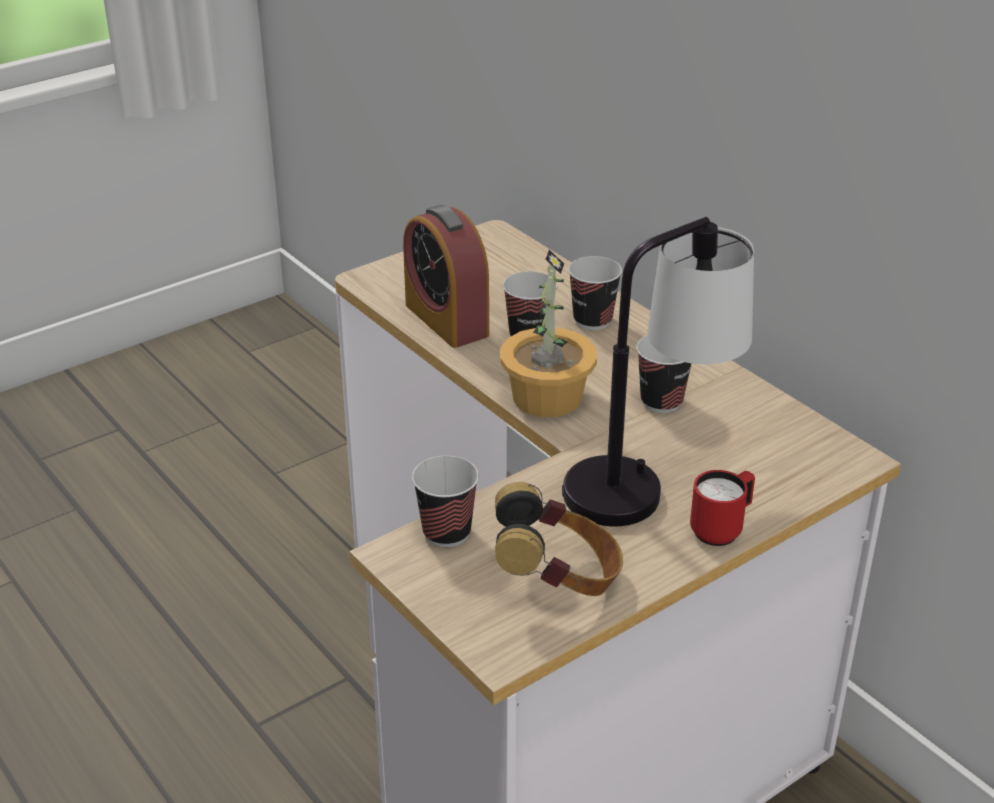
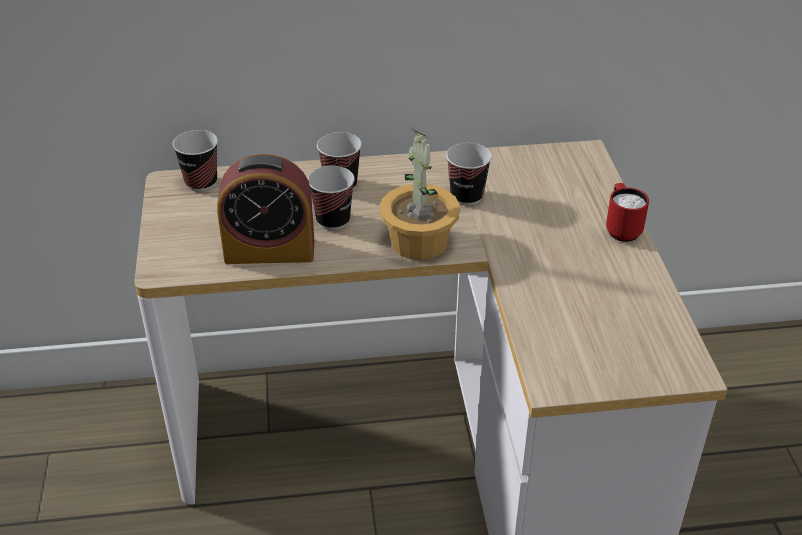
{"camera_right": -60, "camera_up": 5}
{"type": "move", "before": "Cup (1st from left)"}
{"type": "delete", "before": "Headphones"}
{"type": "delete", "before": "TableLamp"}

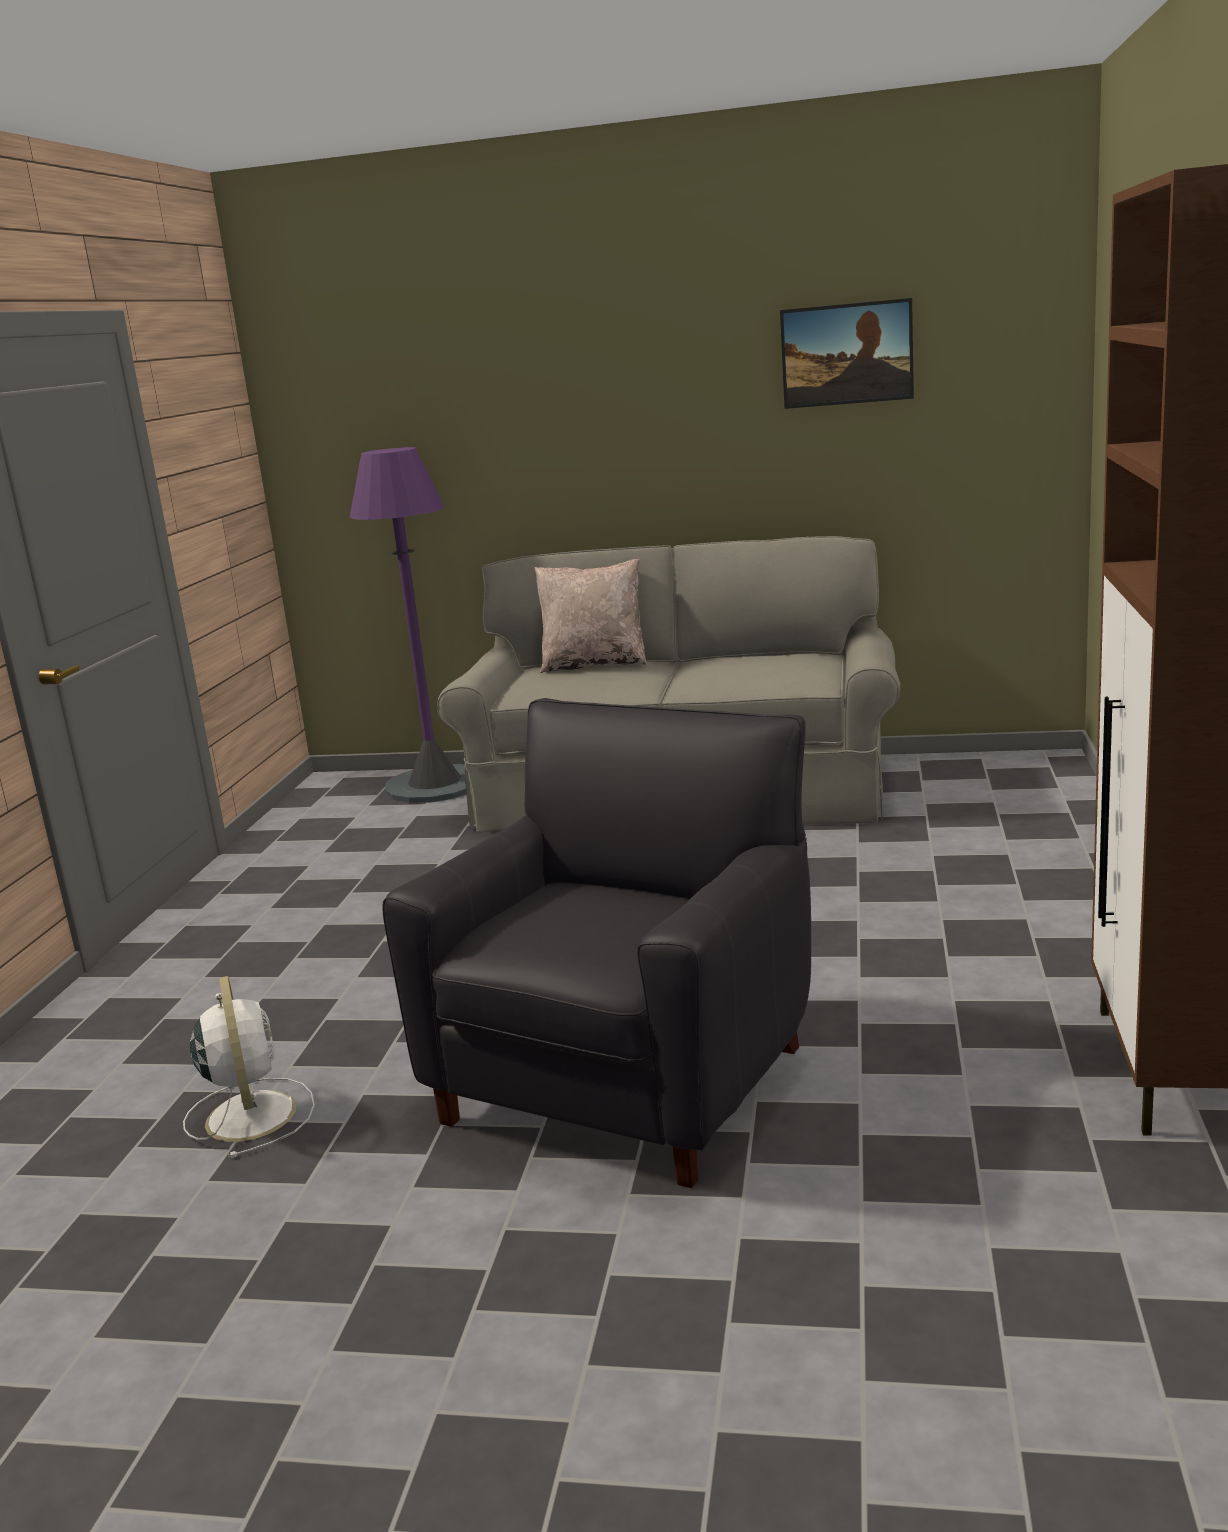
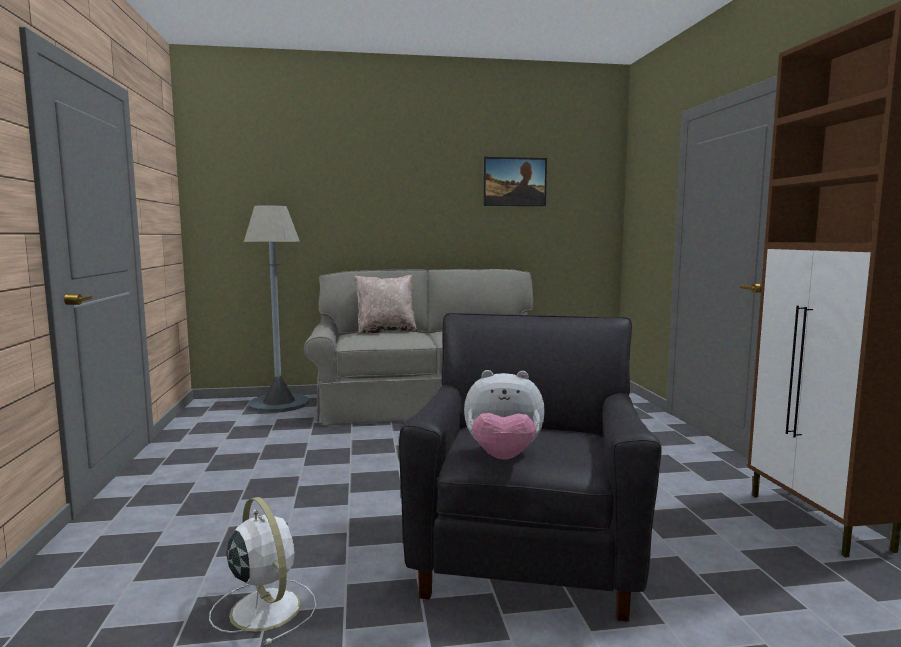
{"camera_right": -20, "camera_up": -10}
{"type": "recolor", "before": "PurpleFloorLamp", "after": "GreyFloorLamp"}
{"type": "insert", "after": "PlushToy"}

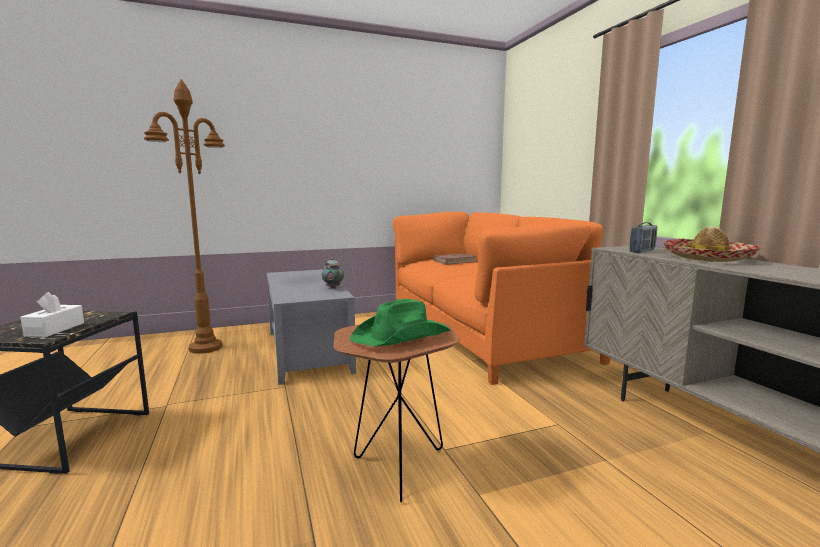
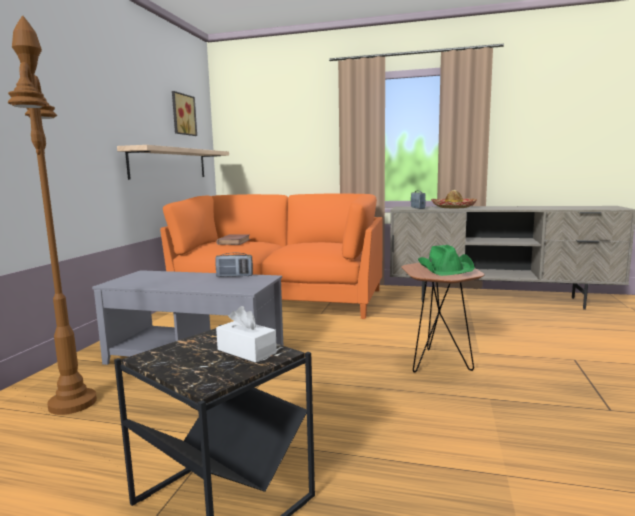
{"camera_right": -55, "camera_up": 0}
{"type": "insert", "after": "Shelf"}
{"type": "insert", "after": "Picture"}
{"type": "replace", "before": "Teapot", "after": "Radio (1st from left)"}

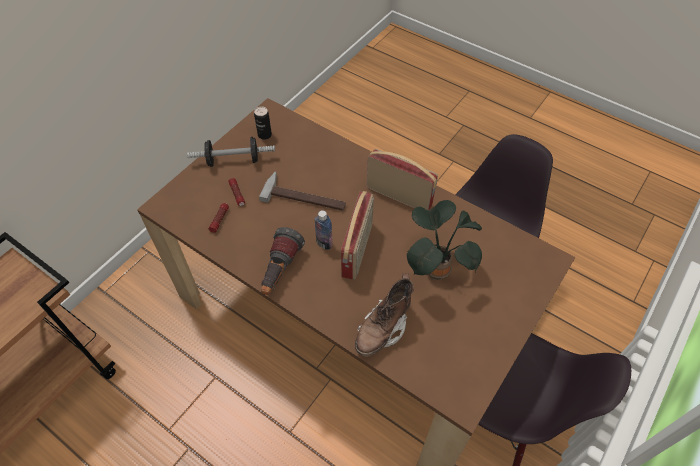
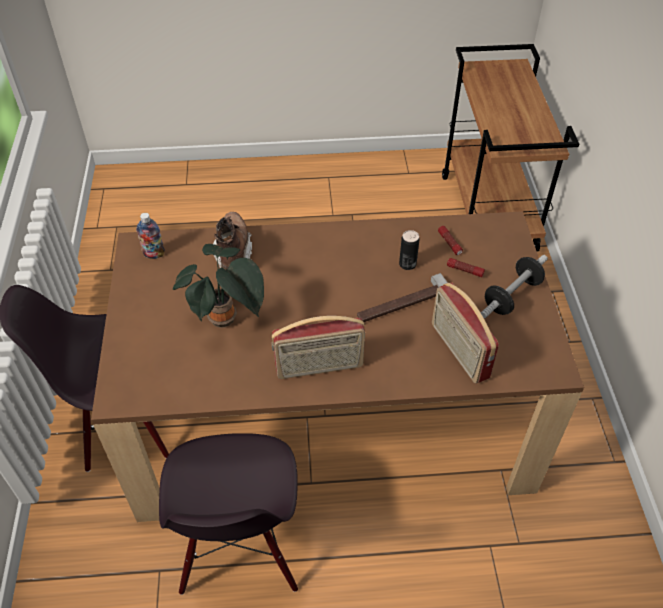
{"camera_right": 140, "camera_up": -5}
{"type": "move", "before": "Bottle"}
{"type": "move", "before": "Can"}
{"type": "move", "before": "Radio (1st from left in the first image)", "after": "Radio (2nd from left)"}
{"type": "delete", "before": "Flashlight (3rd from left)"}

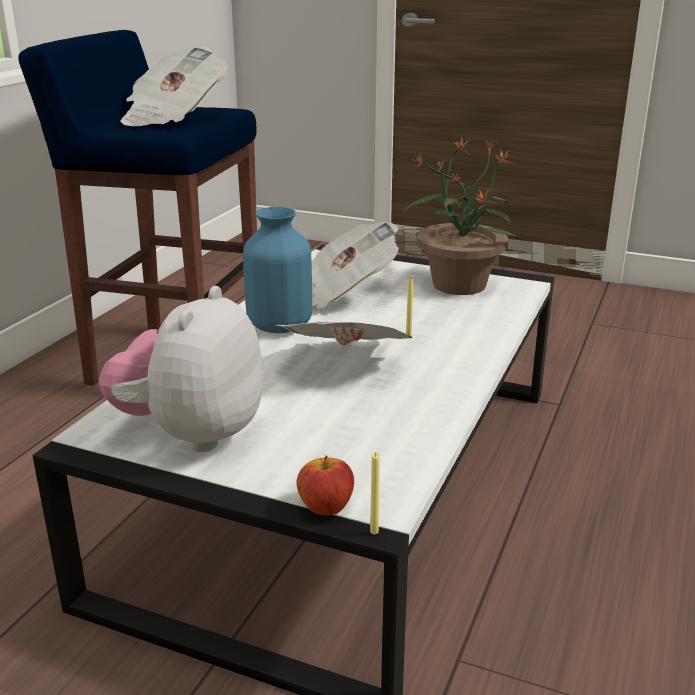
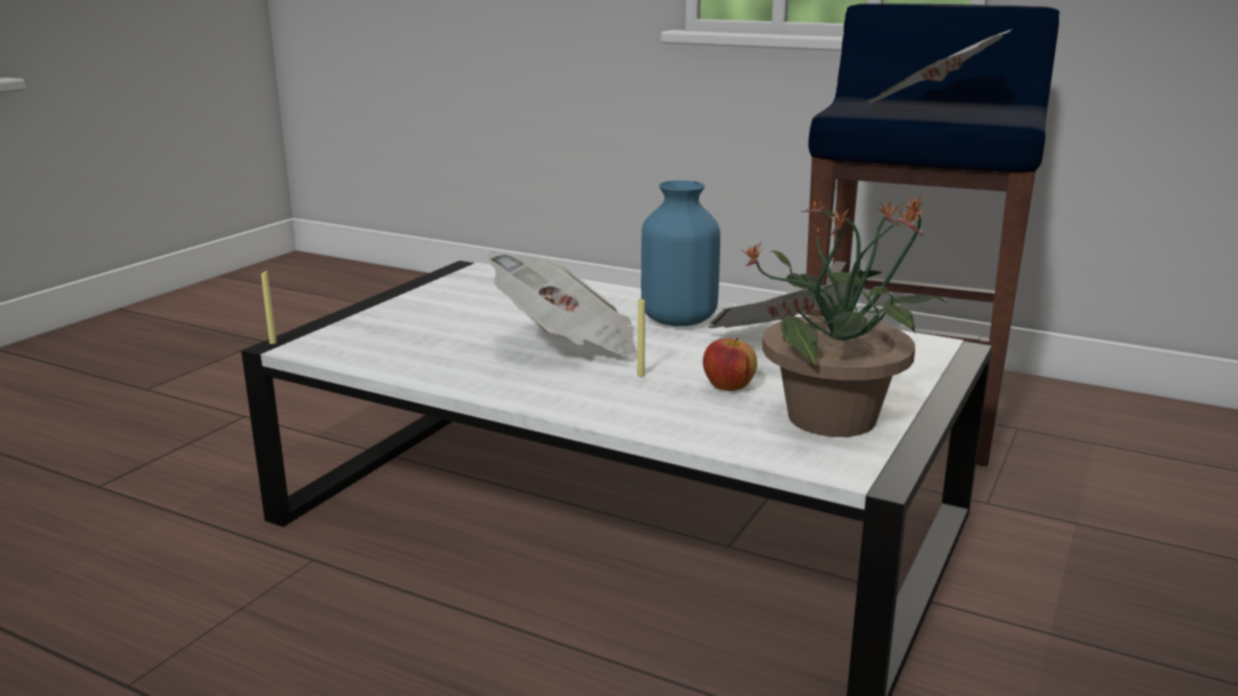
{"camera_right": 95, "camera_up": -5}
{"type": "move", "before": "Apple"}
{"type": "delete", "before": "PlushToy"}

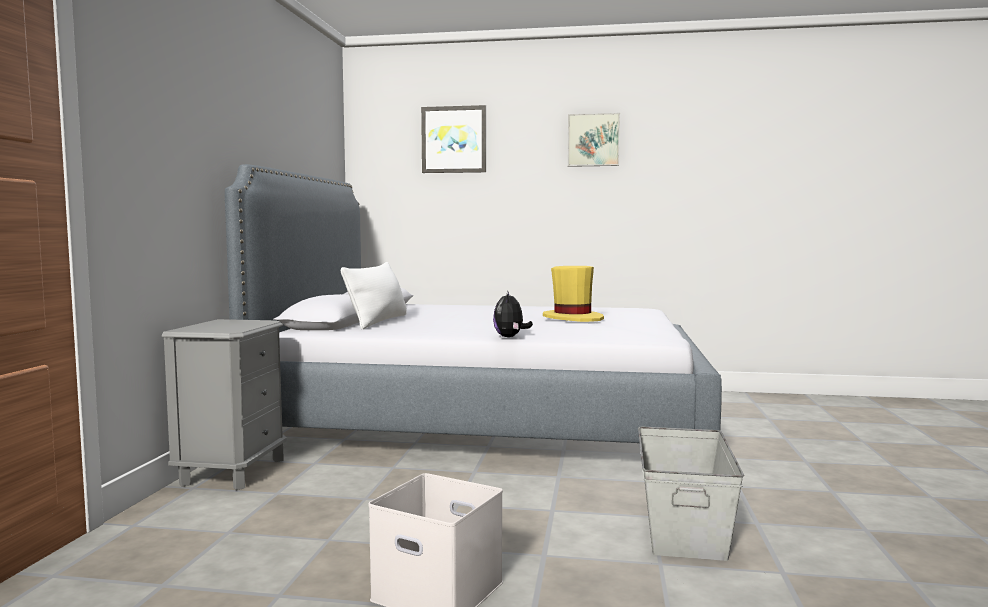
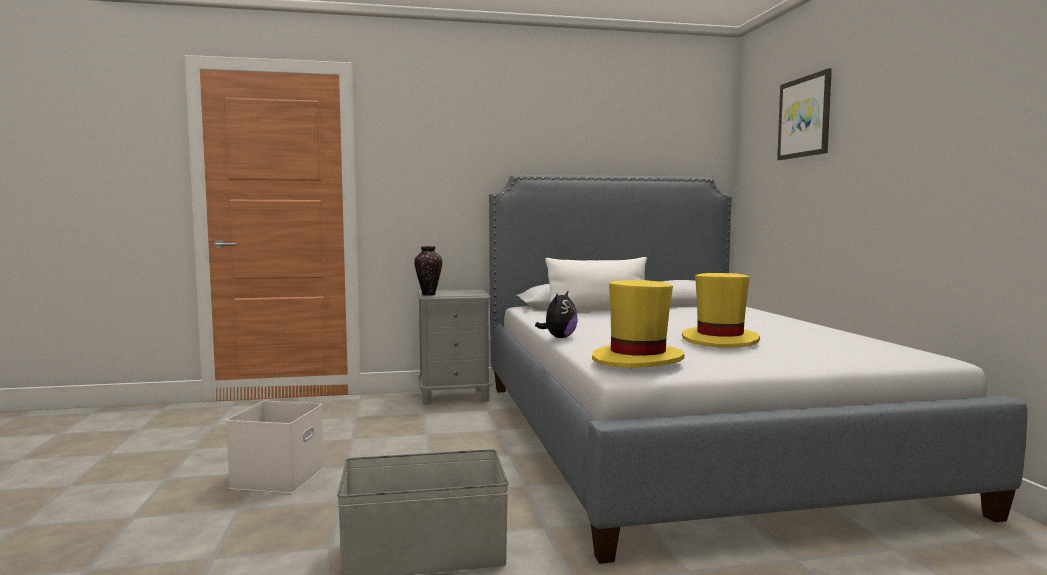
{"camera_right": 70, "camera_up": 0}
{"type": "insert", "after": "Vase"}
{"type": "rotate", "before": "PlushToy", "turn": 135}
{"type": "insert", "after": "YellowHat (1st from left)"}
{"type": "delete", "before": "Picture (2nd from left)"}

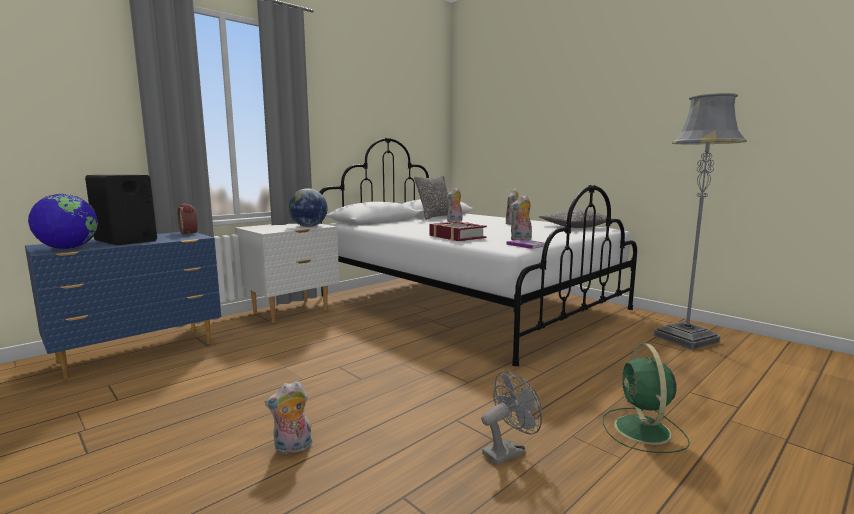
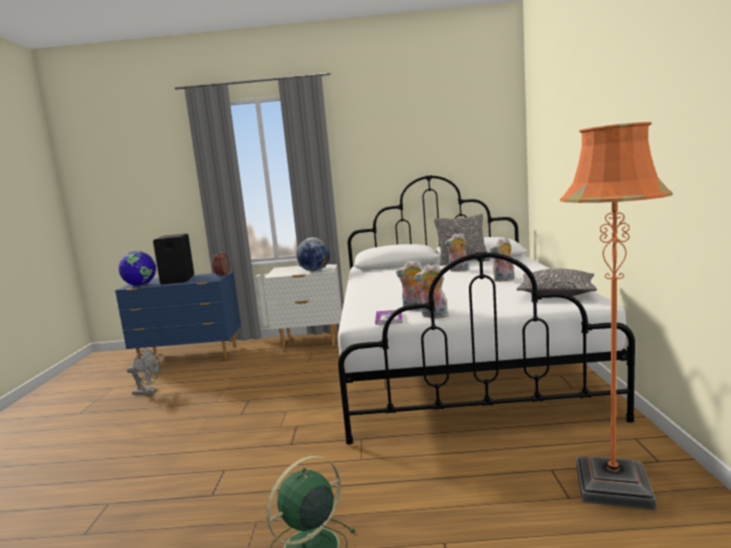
{"camera_right": 45, "camera_up": 0}
{"type": "move", "before": "GreyFan"}
{"type": "move", "before": "PlushToy (1st from left in the first image)", "after": "PlushToy (2nd from left)"}
{"type": "recolor", "before": "GreyFloorLamp", "after": "OrangeFloorLamp"}
{"type": "delete", "before": "Book (1st from left)"}

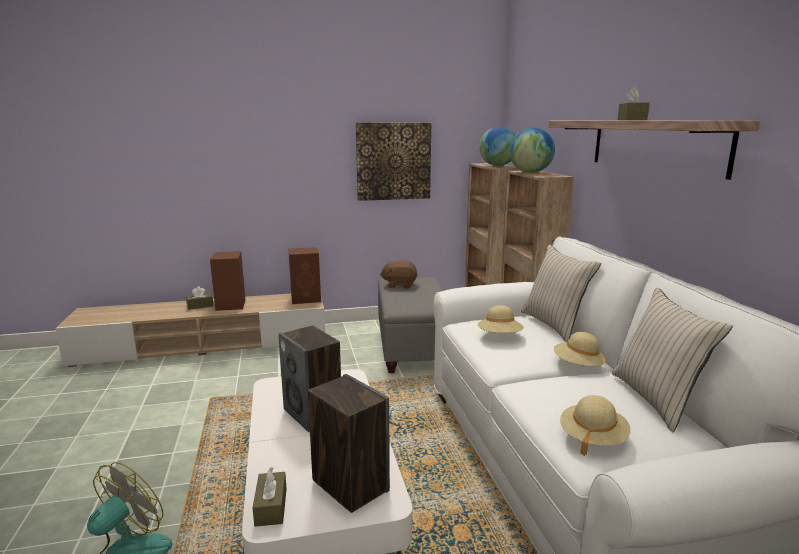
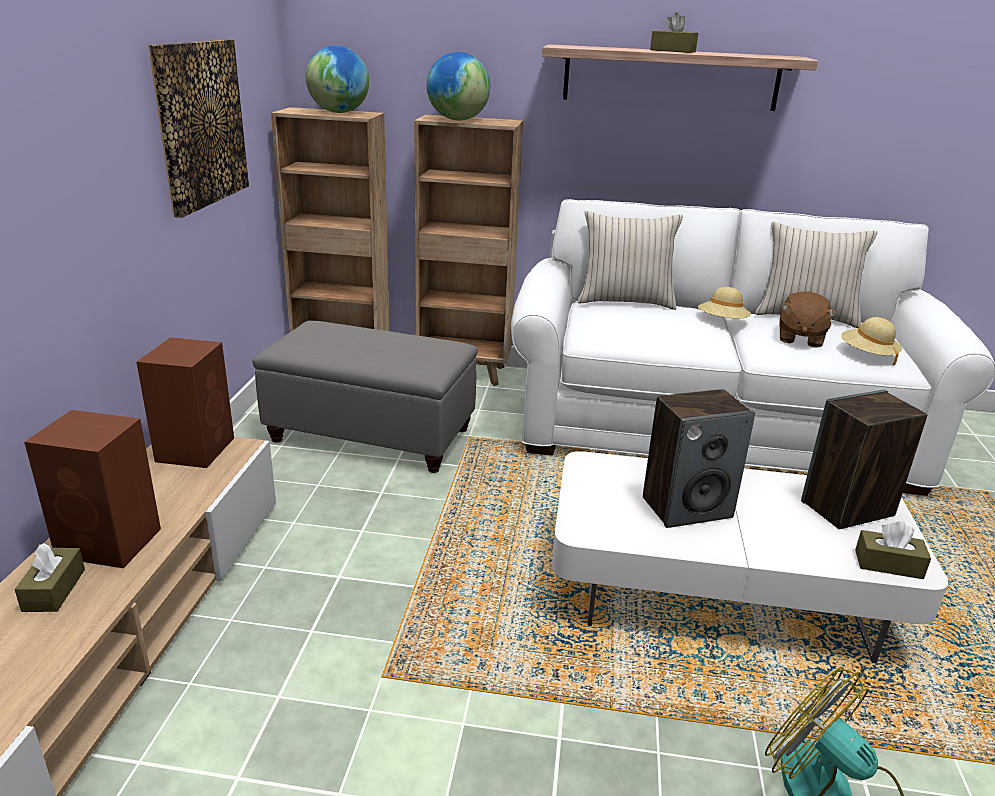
{"camera_right": -70, "camera_up": 10}
{"type": "move", "before": "BrownPlushToy"}
{"type": "delete", "before": "BeigeHat (1st from left)"}

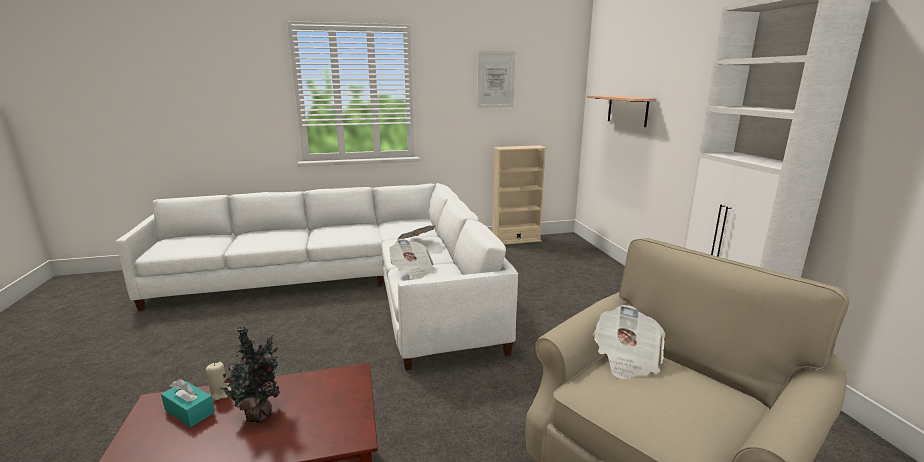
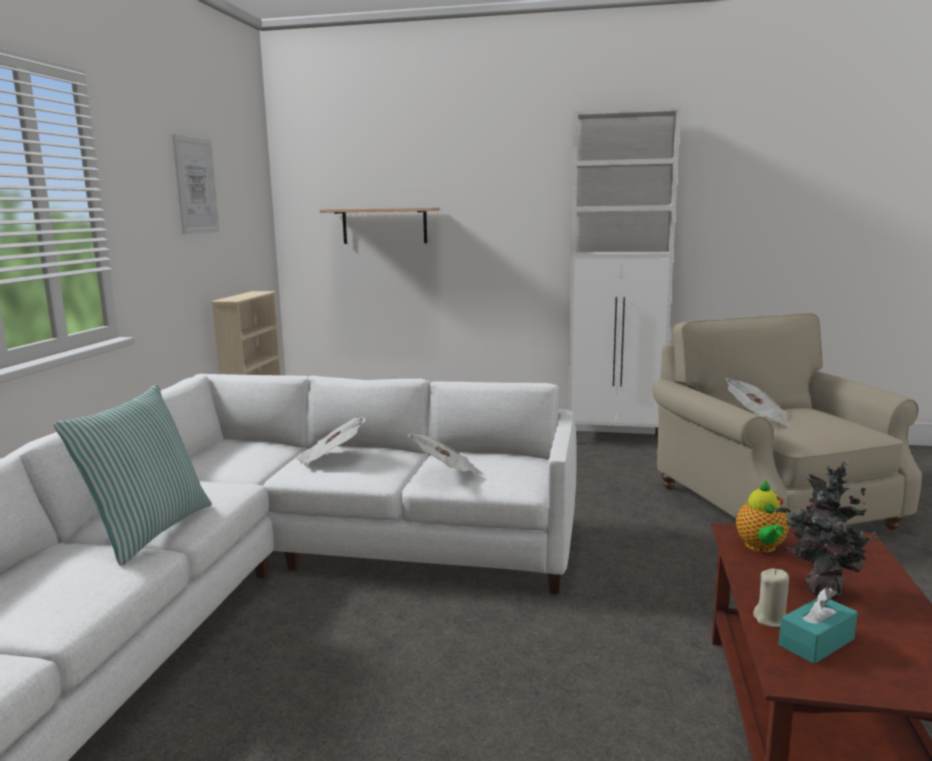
{"camera_right": -65, "camera_up": -5}
{"type": "insert", "after": "Pillow"}
{"type": "insert", "after": "Teapot"}

